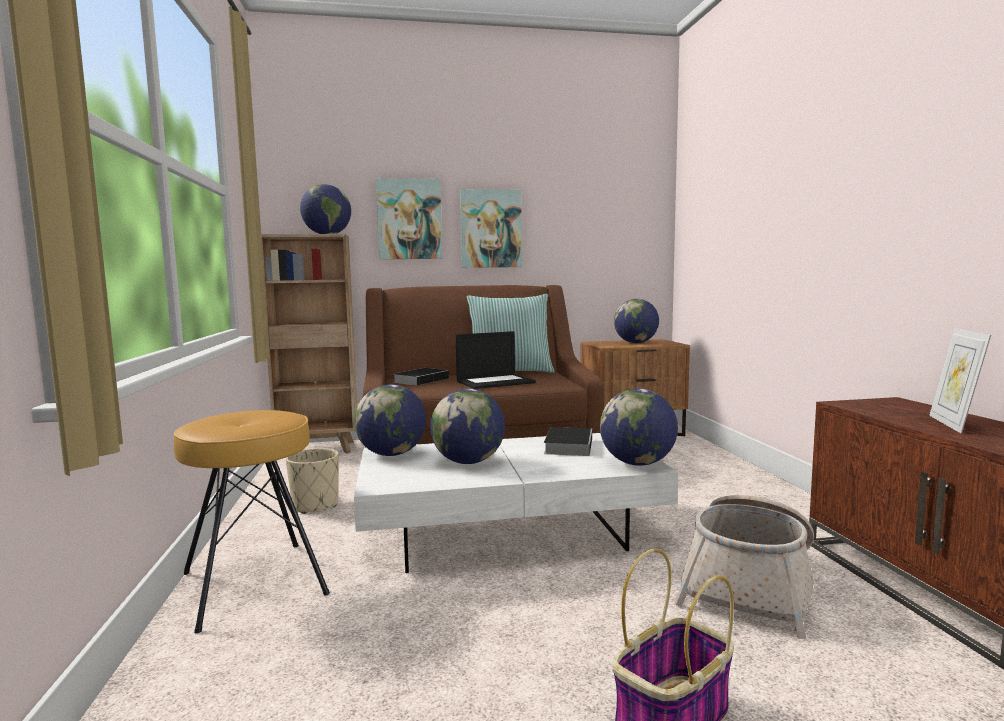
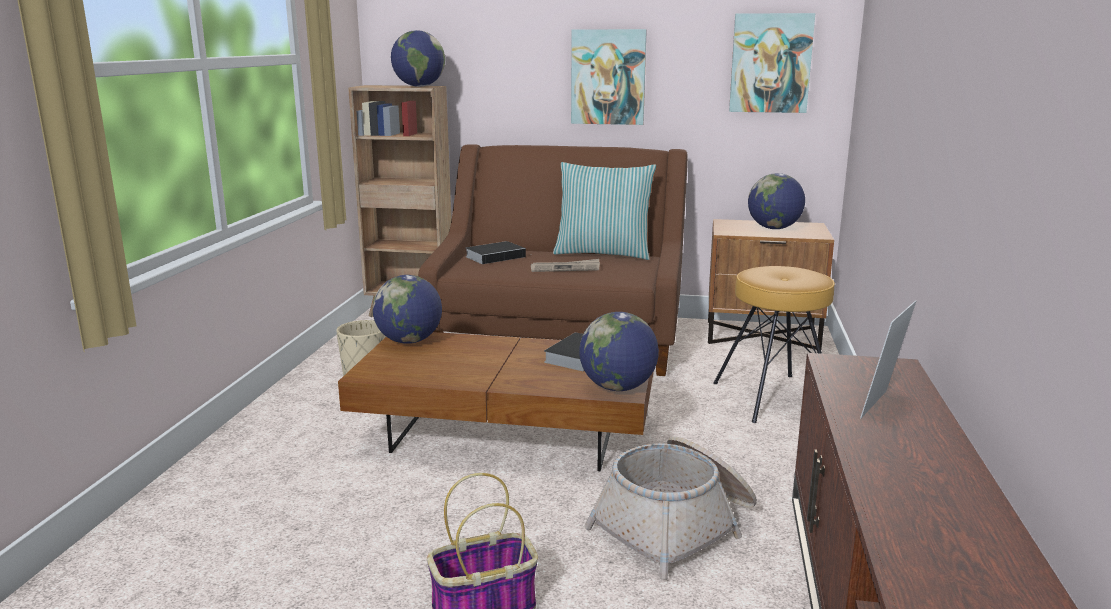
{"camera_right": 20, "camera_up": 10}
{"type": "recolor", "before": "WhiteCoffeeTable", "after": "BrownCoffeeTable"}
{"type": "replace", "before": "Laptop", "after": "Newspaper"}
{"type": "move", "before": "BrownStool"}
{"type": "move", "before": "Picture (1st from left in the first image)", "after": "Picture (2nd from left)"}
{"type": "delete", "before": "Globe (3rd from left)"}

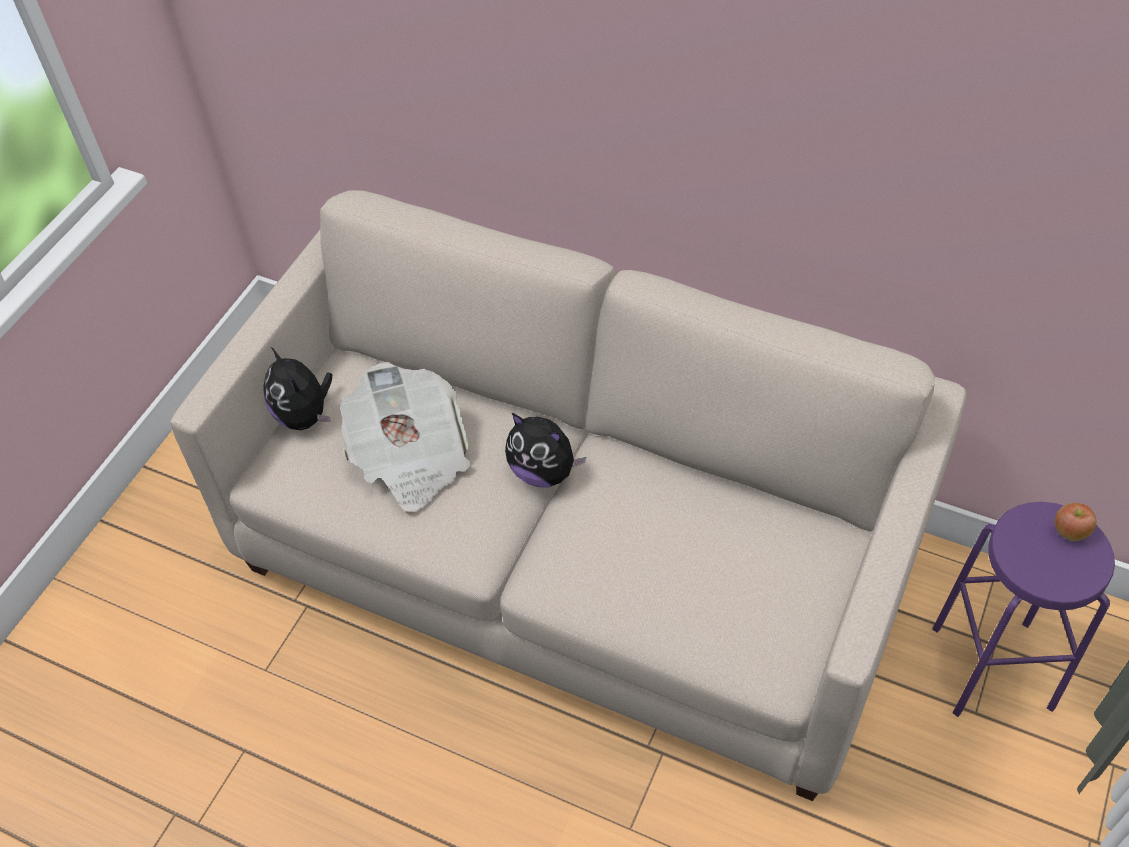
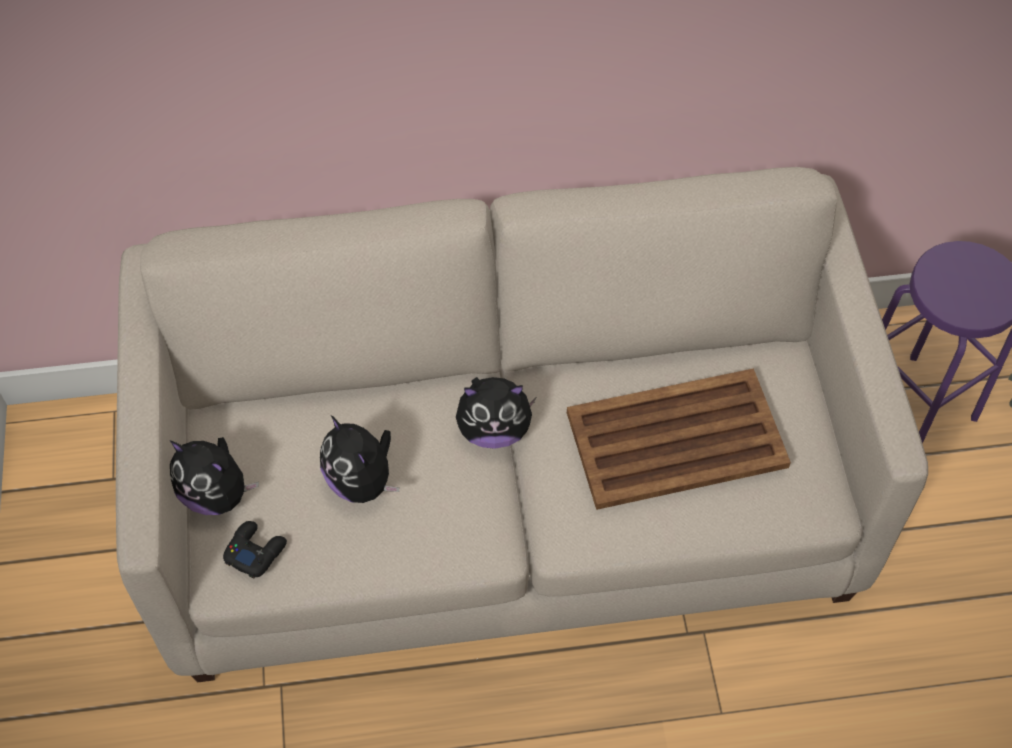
{"camera_right": -35, "camera_up": 5}
{"type": "insert", "after": "BlackGameController"}
{"type": "replace", "before": "Newspaper", "after": "PlushToy (2nd from left)"}
{"type": "insert", "after": "BrownTray"}
{"type": "delete", "before": "Apple"}

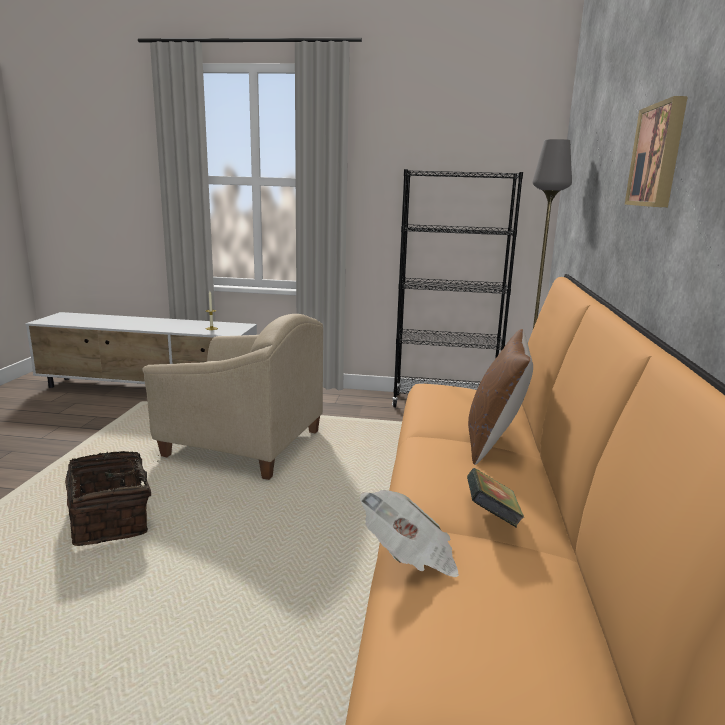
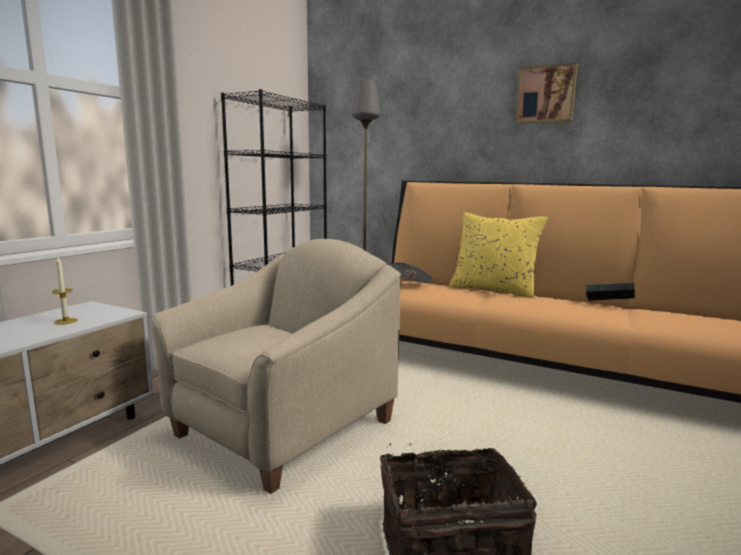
{"camera_right": -70, "camera_up": -5}
{"type": "move", "before": "Newspaper"}
{"type": "recolor", "before": "BrownPillow", "after": "YellowPillow"}

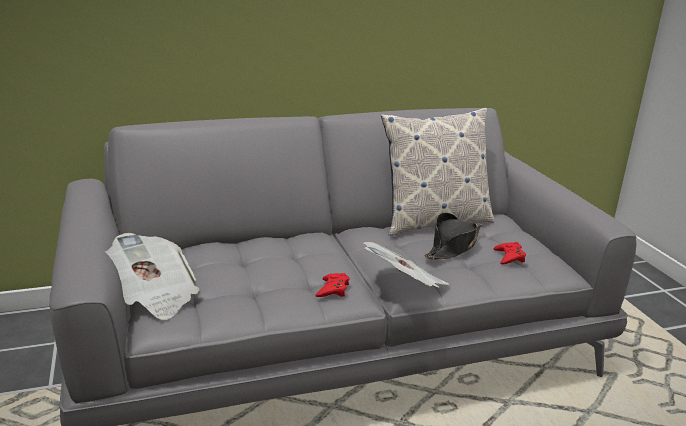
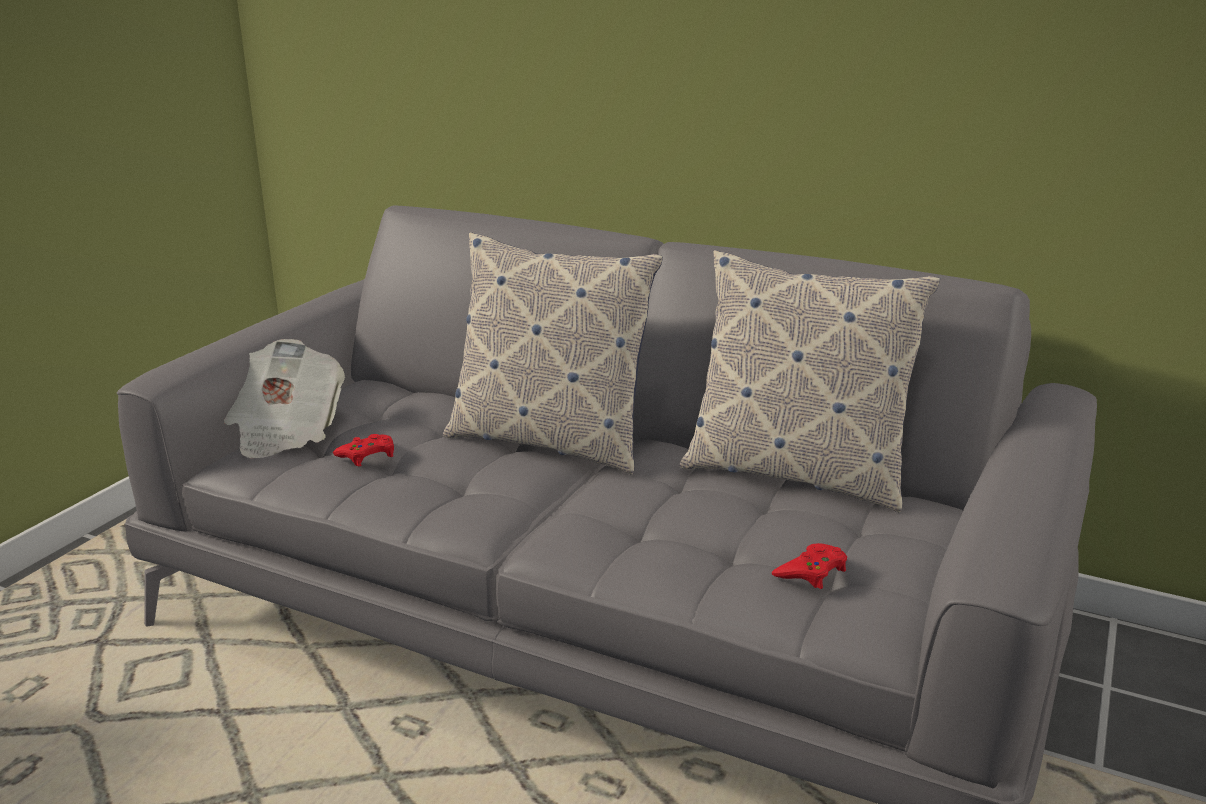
{"camera_right": 45, "camera_up": 0}
{"type": "move", "before": "RedGameController (1st from left)"}
{"type": "insert", "after": "Pillow (1st from left)"}
{"type": "delete", "before": "Newspaper (2nd from left)"}
{"type": "delete", "before": "BlackHat"}

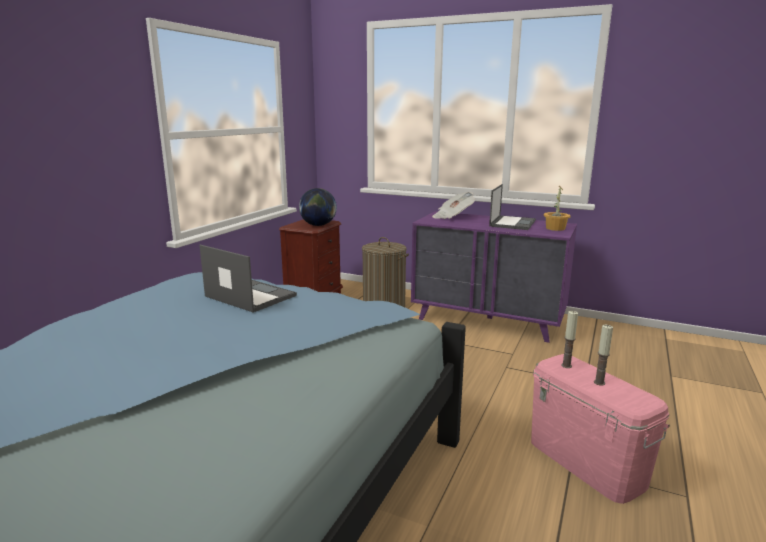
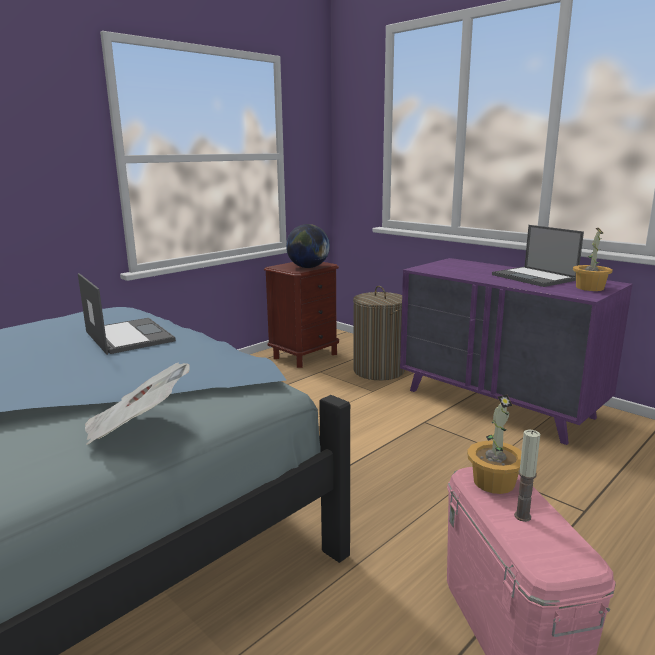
{"camera_right": 20, "camera_up": 0}
{"type": "move", "before": "Newspaper"}
{"type": "replace", "before": "Candle (1st from left)", "after": "PottedPlant (1st from left)"}
{"type": "rotate", "before": "Laptop (2nd from left)", "turn": 105}

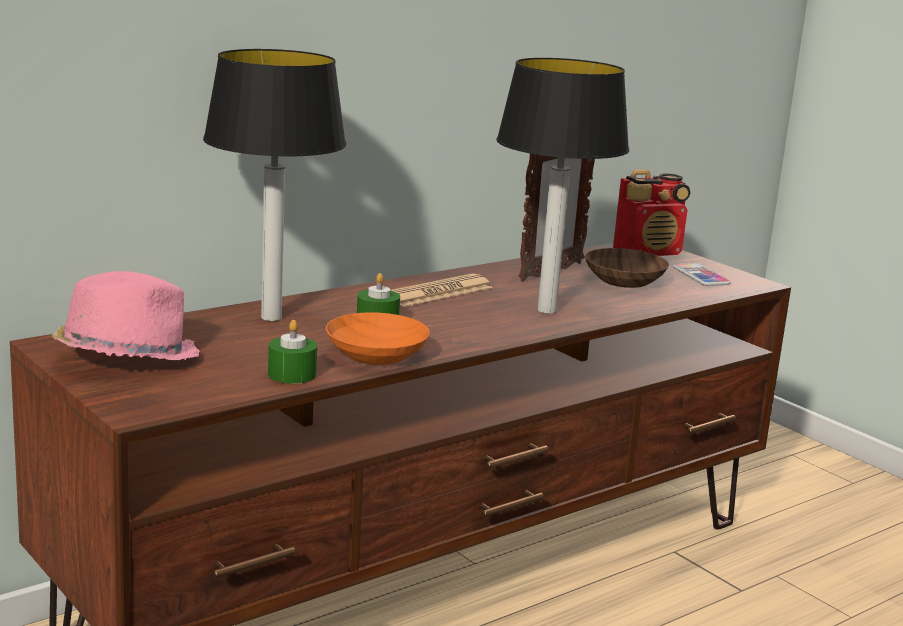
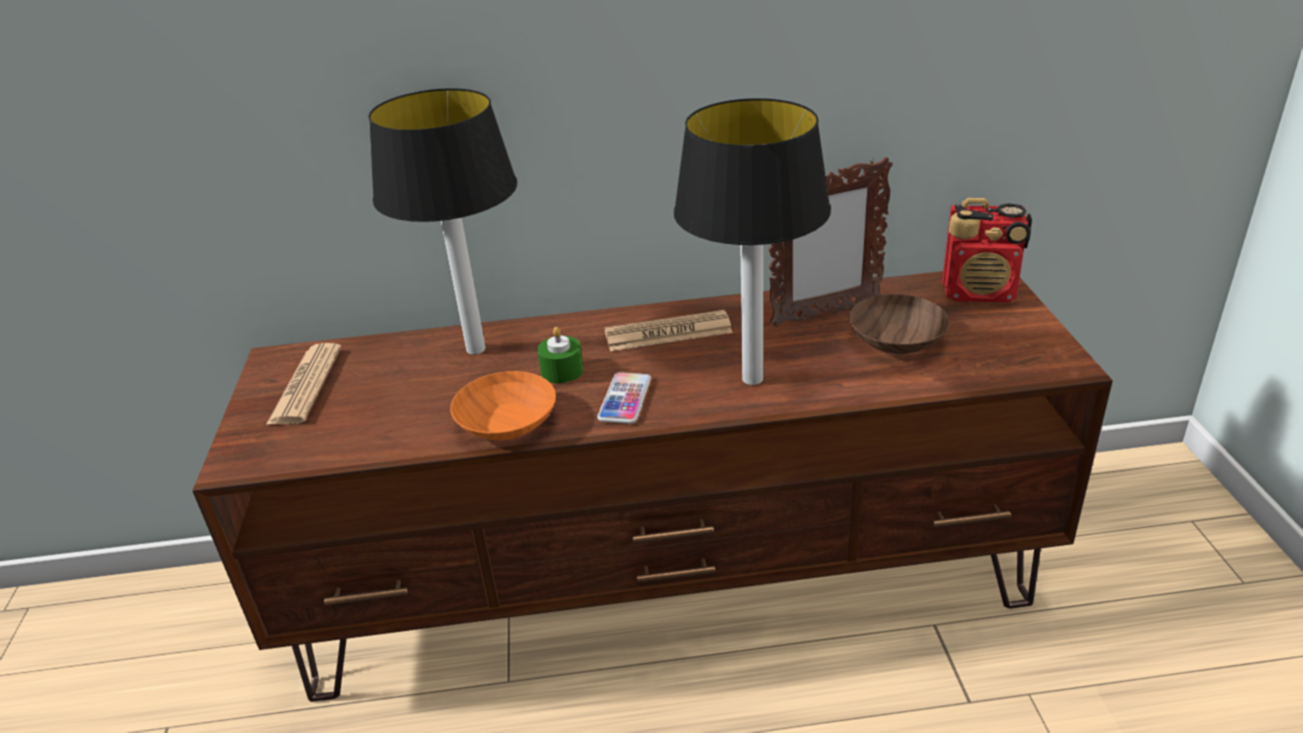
{"camera_right": 35, "camera_up": 15}
{"type": "replace", "before": "PinkHat", "after": "Newspaper (1st from left)"}
{"type": "move", "before": "Phone"}
{"type": "delete", "before": "GreenCandle (1st from left)"}

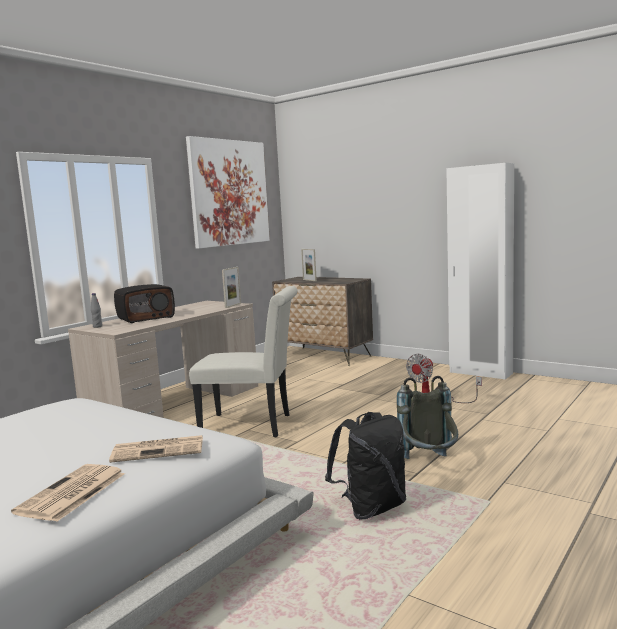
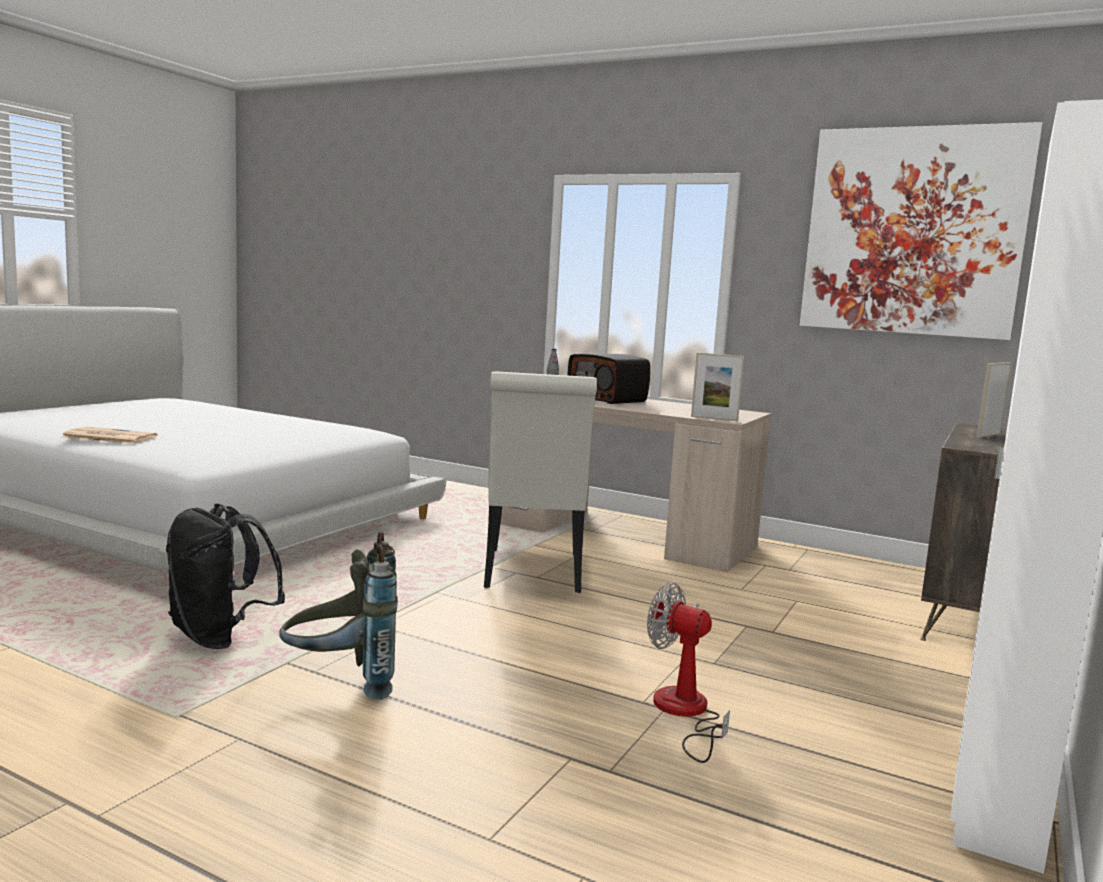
{"camera_right": 80, "camera_up": 0}
{"type": "delete", "before": "Newspaper (2nd from left)"}

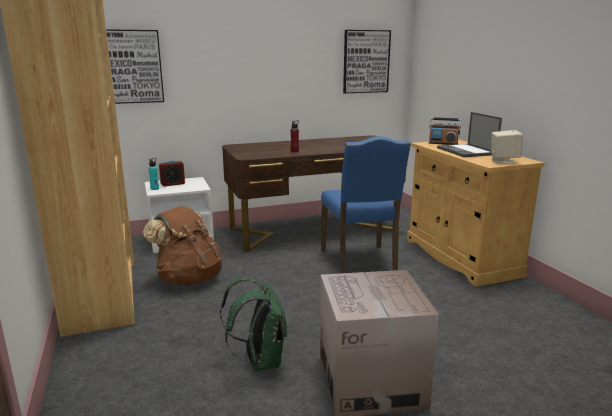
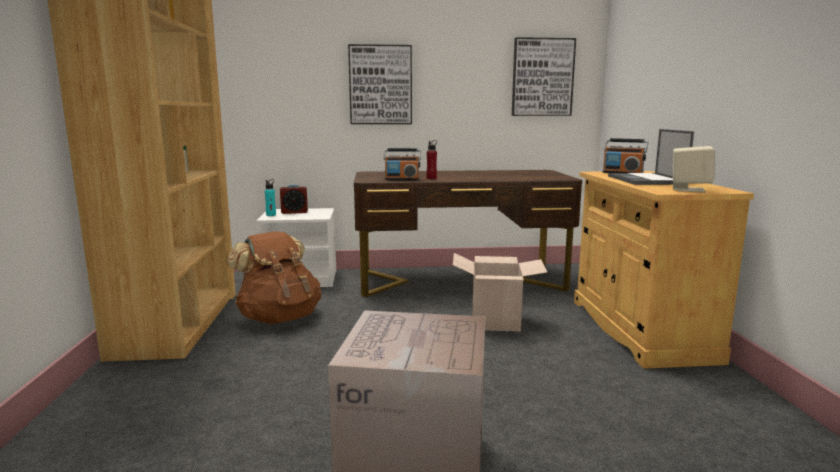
{"camera_right": 15, "camera_up": -5}
{"type": "move", "before": "Picture (1st from left)"}
{"type": "insert", "after": "Radio (1st from left)"}
{"type": "replace", "before": "BlueChair", "after": "CardboardBox (2nd from left)"}
{"type": "delete", "before": "GreenBackpack"}

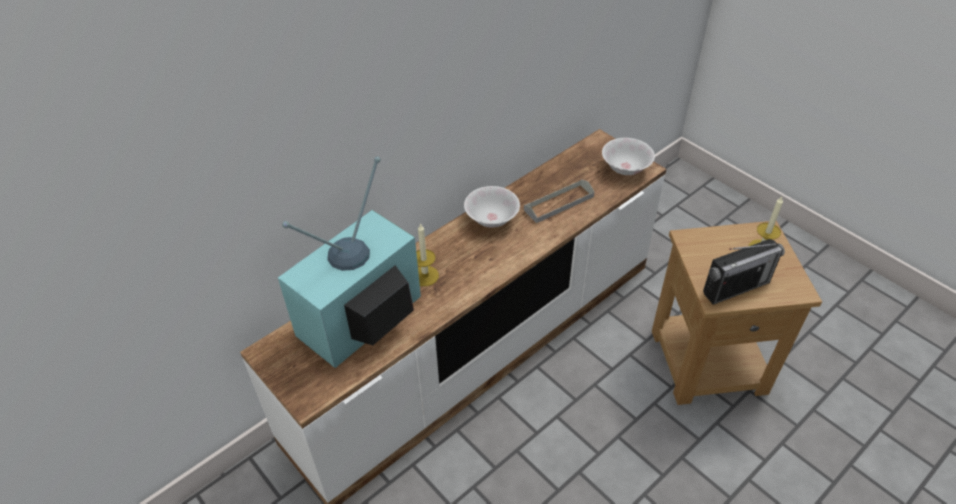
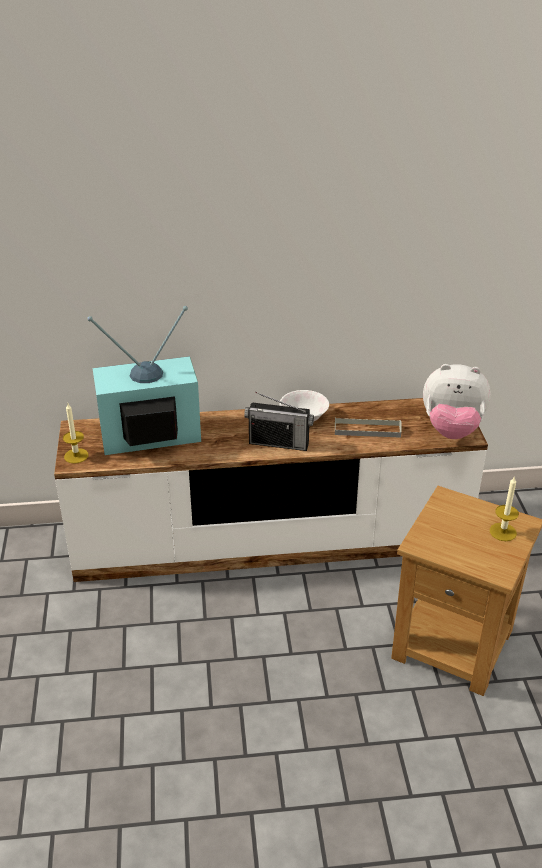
{"camera_right": 35, "camera_up": -10}
{"type": "move", "before": "Candle (1st from left)"}
{"type": "move", "before": "Radio"}
{"type": "replace", "before": "WhiteBowl (2nd from left)", "after": "PlushToy"}

